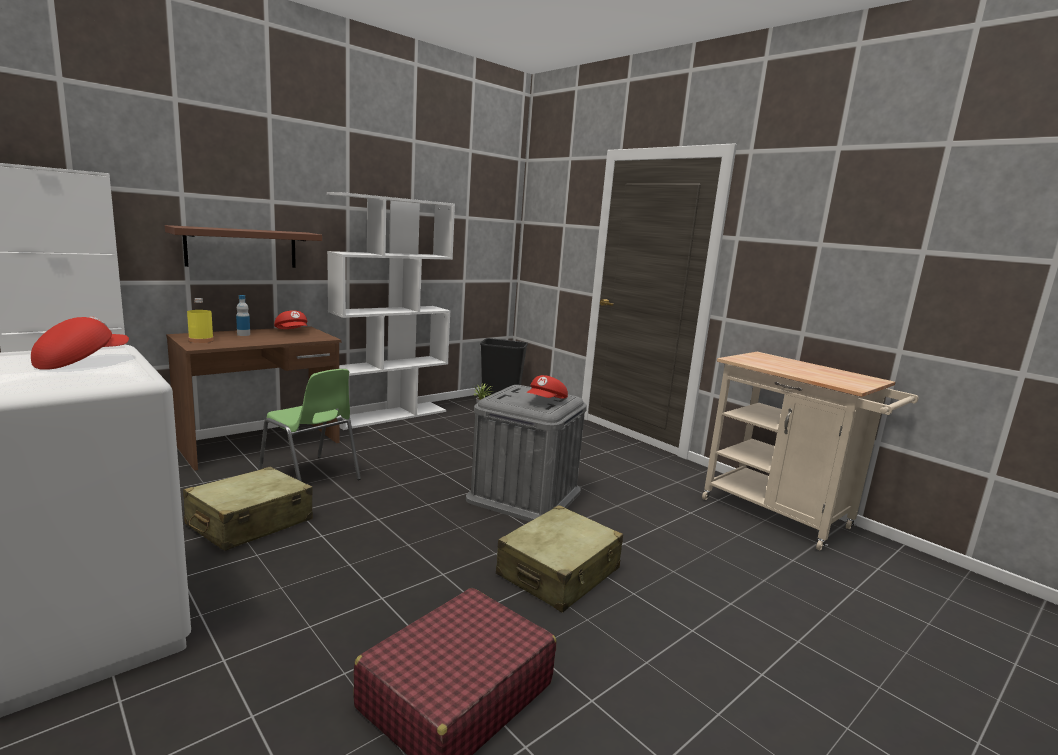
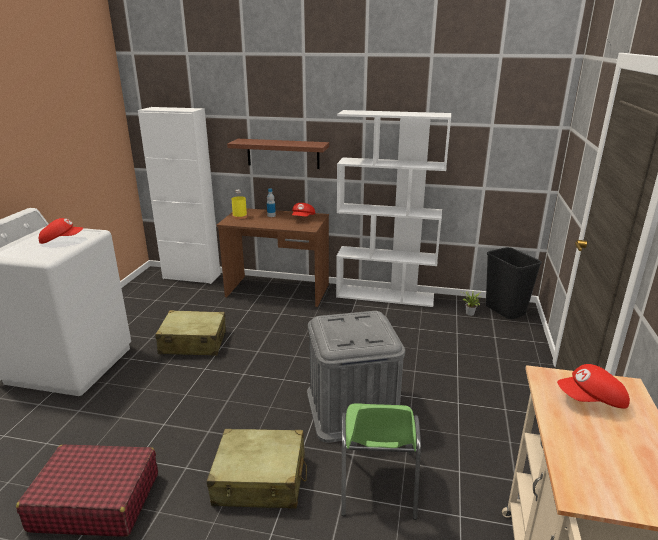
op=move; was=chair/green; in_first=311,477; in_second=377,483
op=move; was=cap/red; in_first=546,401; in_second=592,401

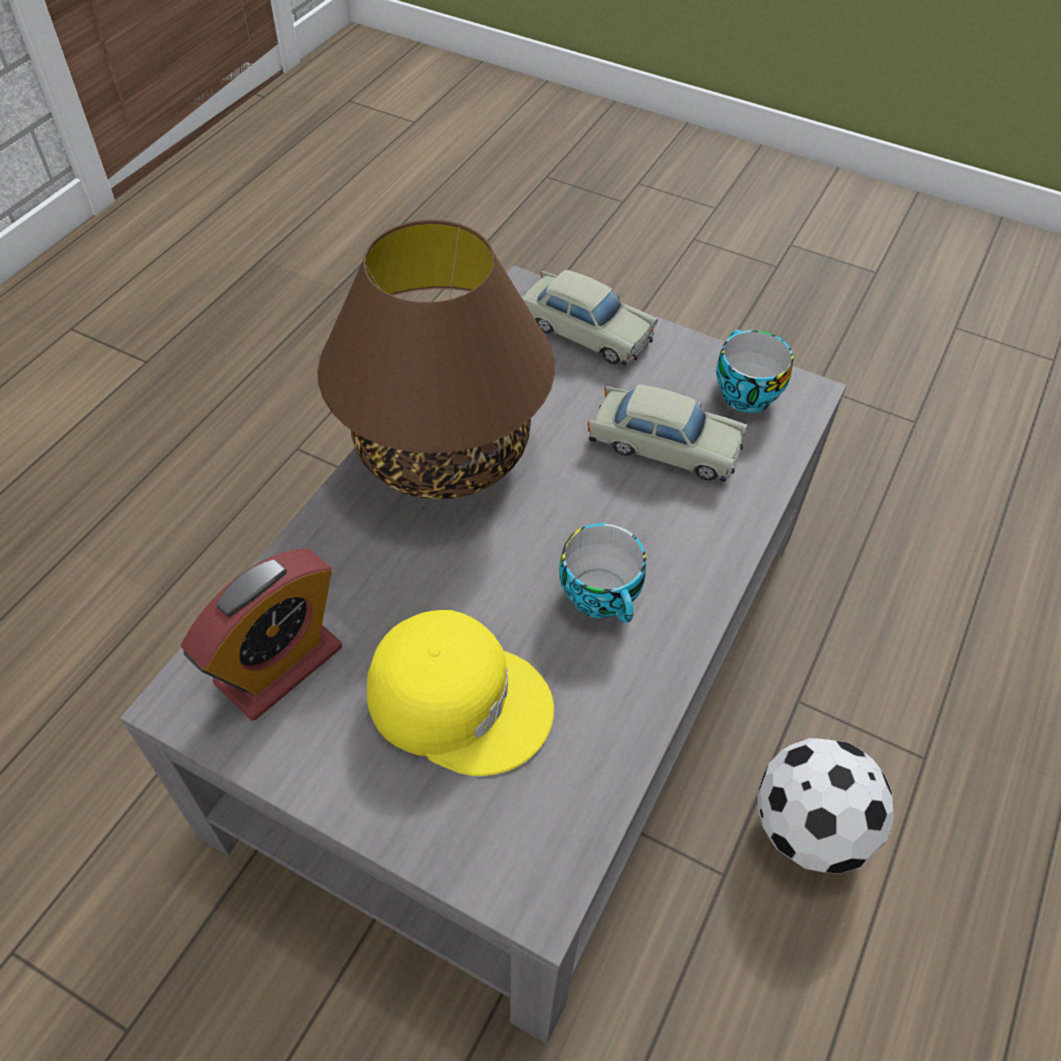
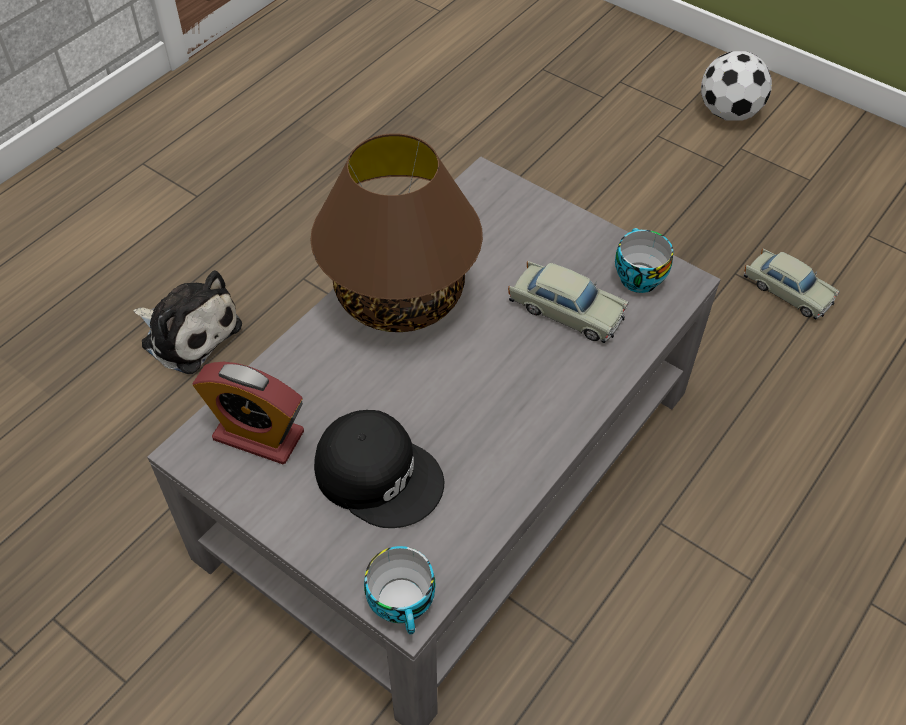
op=insert; now=plush toy; in_second=188,332
op=move; was=toy car/beige; in_first=584,330; in_second=787,291
op=move; was=cup; in_first=603,597; in_second=404,604
op=move; was=football; in_first=810,827; in_second=729,112
op=recolor; was=cap/yellow; now=cap/black; in_first=460,698; in_second=379,474
op=rotate; was=alarm clock; in_first=279,665; in_second=258,435; clockwise=60

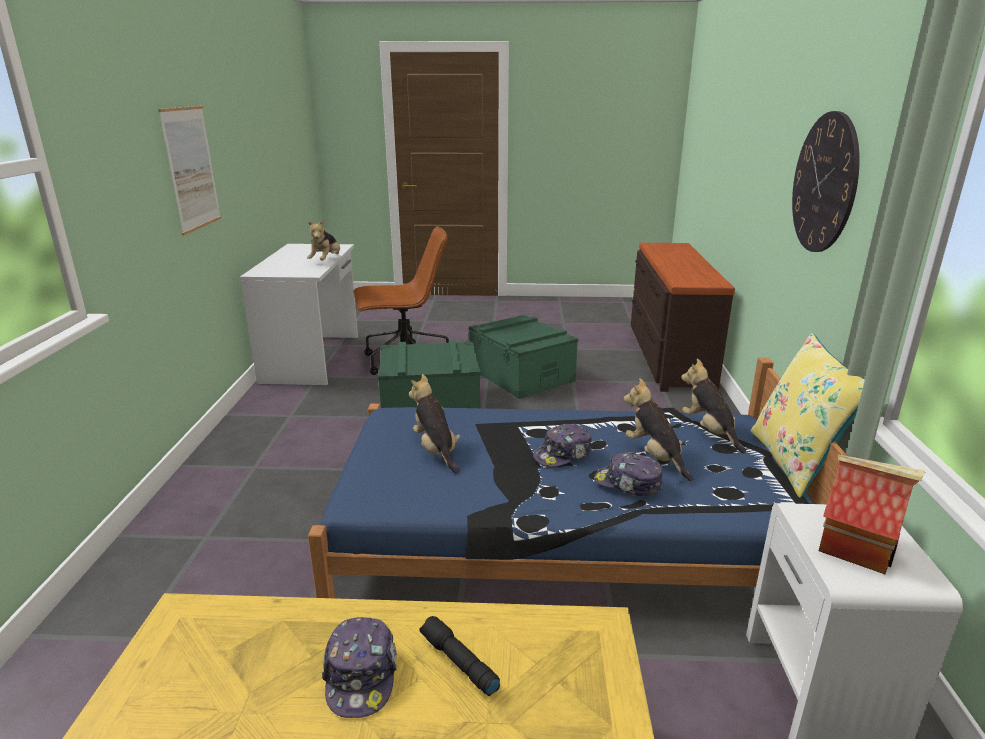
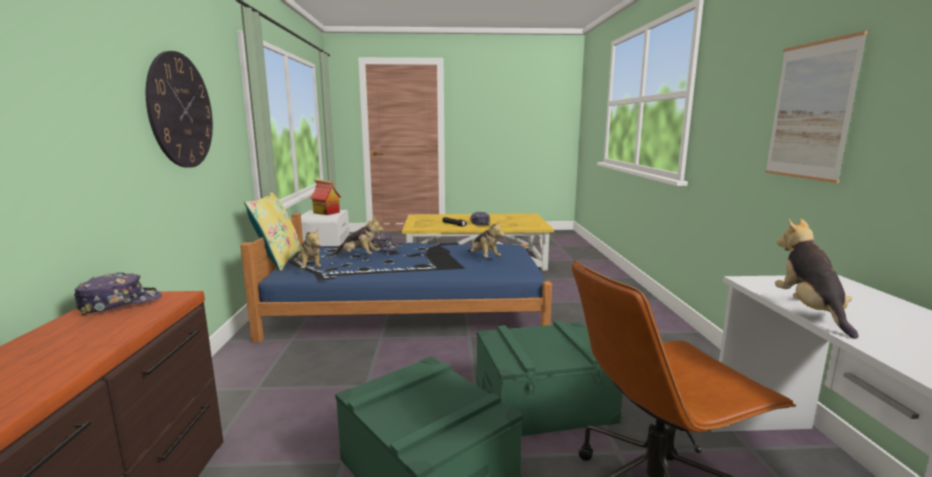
op=move; was=cap; in_first=563,454; in_second=120,303
op=rotate; was=plush toy; in_first=655,457; in_second=359,256; clockwise=-45

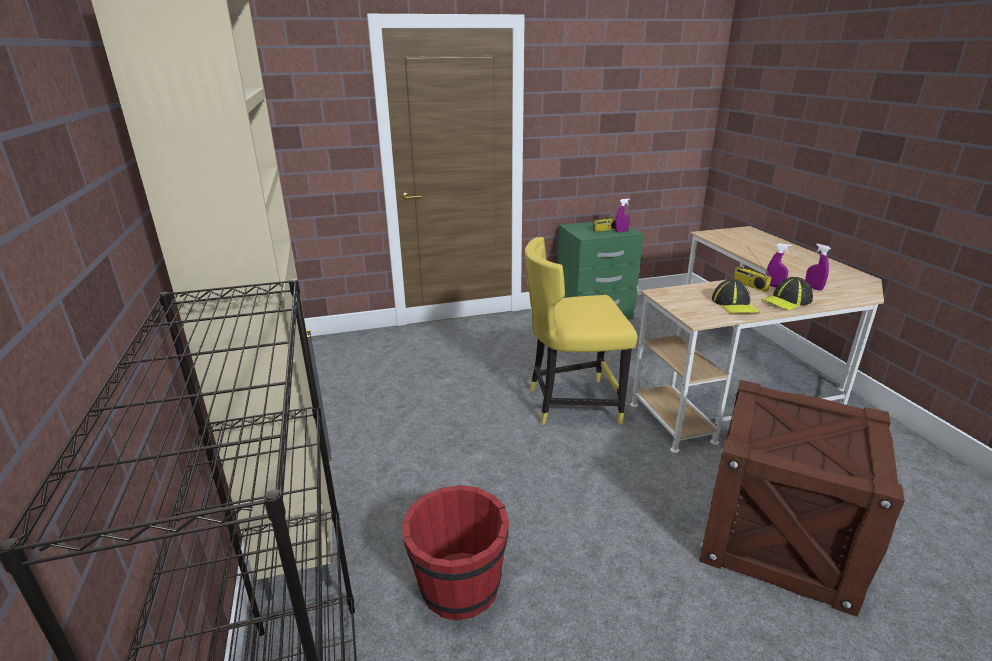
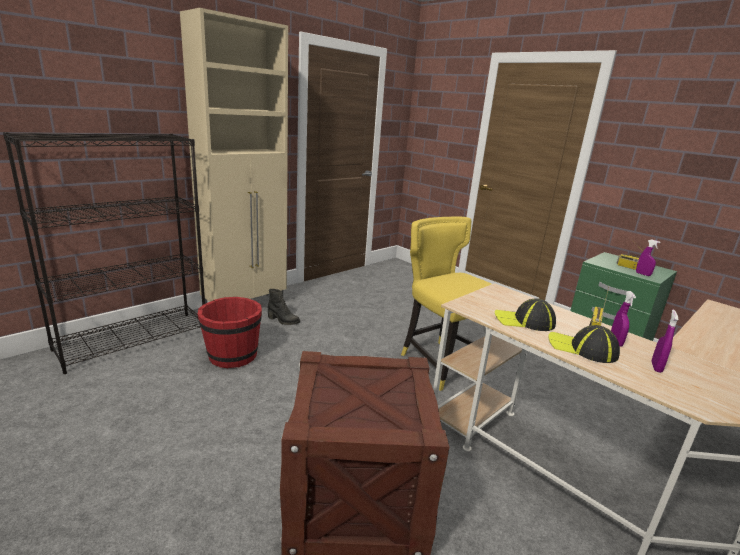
op=insert; now=boot/black; in_second=283,321
op=rotate; was=cap; in_first=734,304; in_second=524,321; clockwise=45

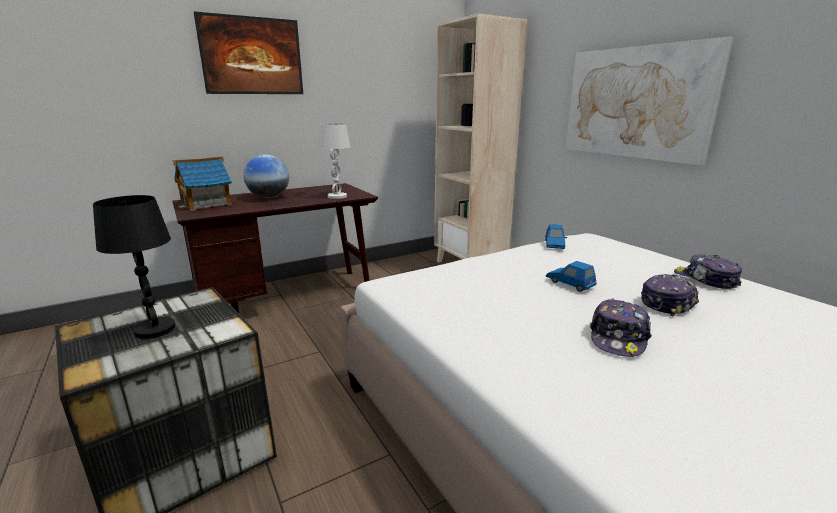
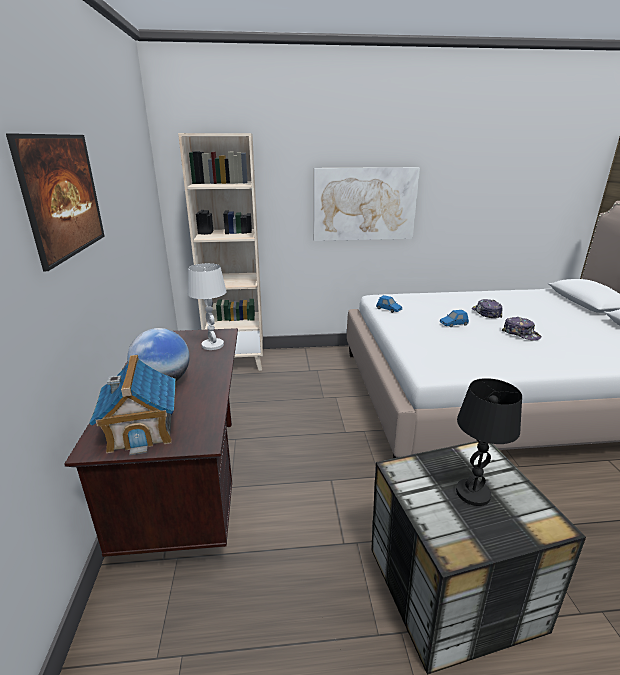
op=delete; was=cap; in_first=705,280

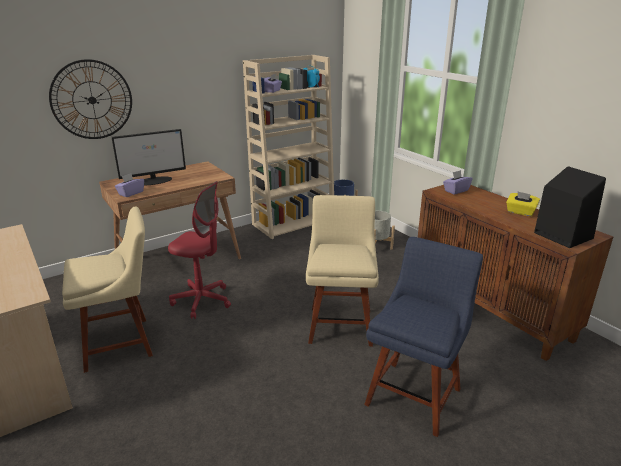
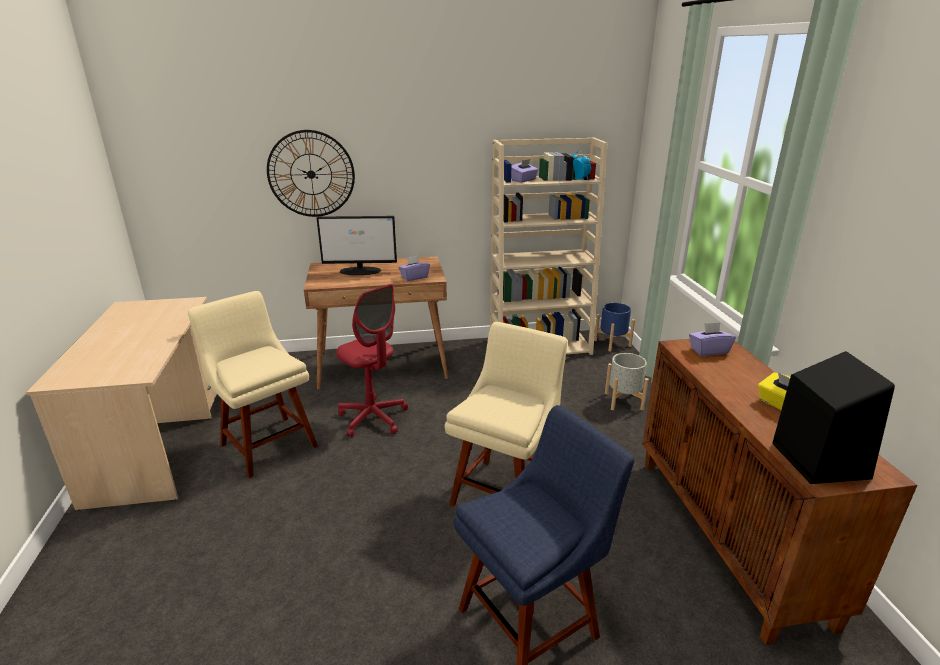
op=move; was=tissue box/purple; in_first=131,193; in_second=414,277
op=rotate; was=chair/beige; in_first=122,342; in_second=266,443; clockwise=-135

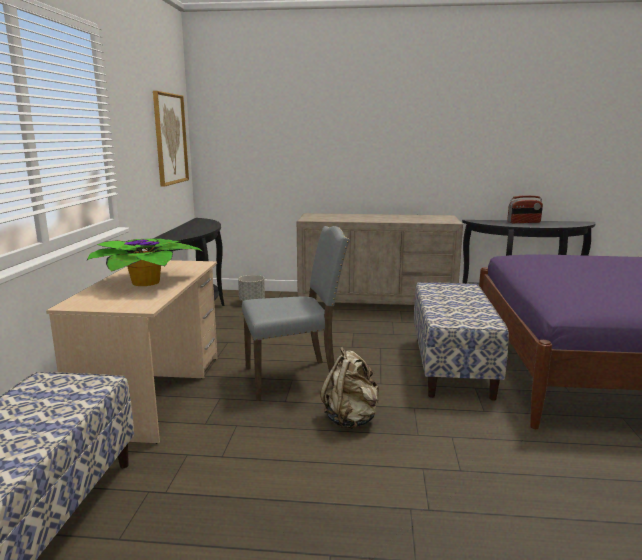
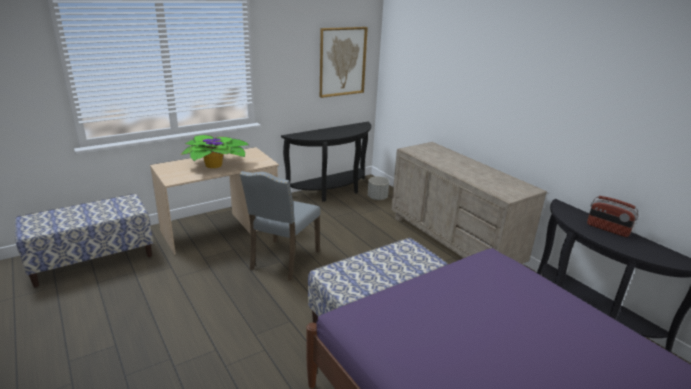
op=delete; was=backpack/beige; in_first=351,419
op=rotate; was=chair/grey; in_first=293,378; in_second=283,260; clockwise=75

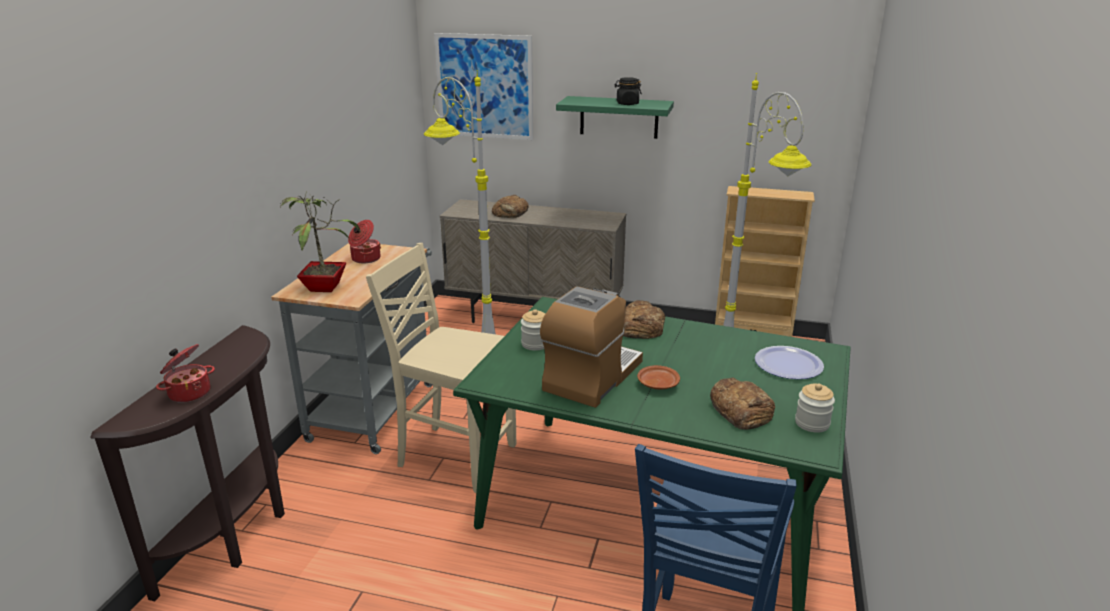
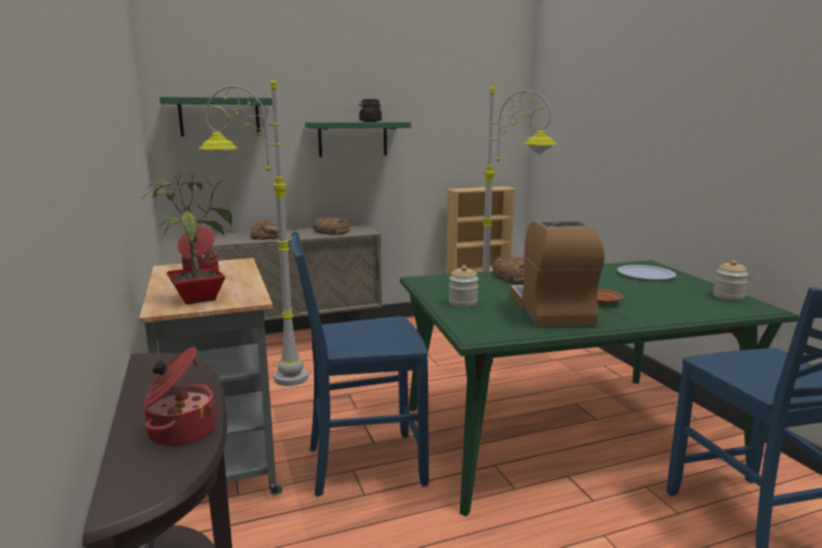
op=move; was=bread; in_first=741,410; in_second=331,231
op=replace; was=picture; now=shelf/green; in_first=484,87; in_second=219,117
op=recolor; was=chair/beige; now=chair/blue; in_first=455,456; in_second=362,464

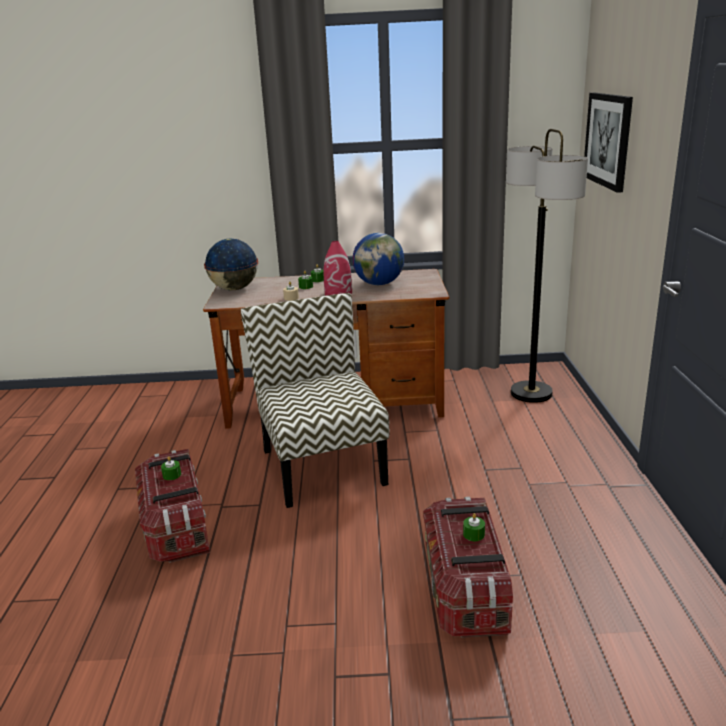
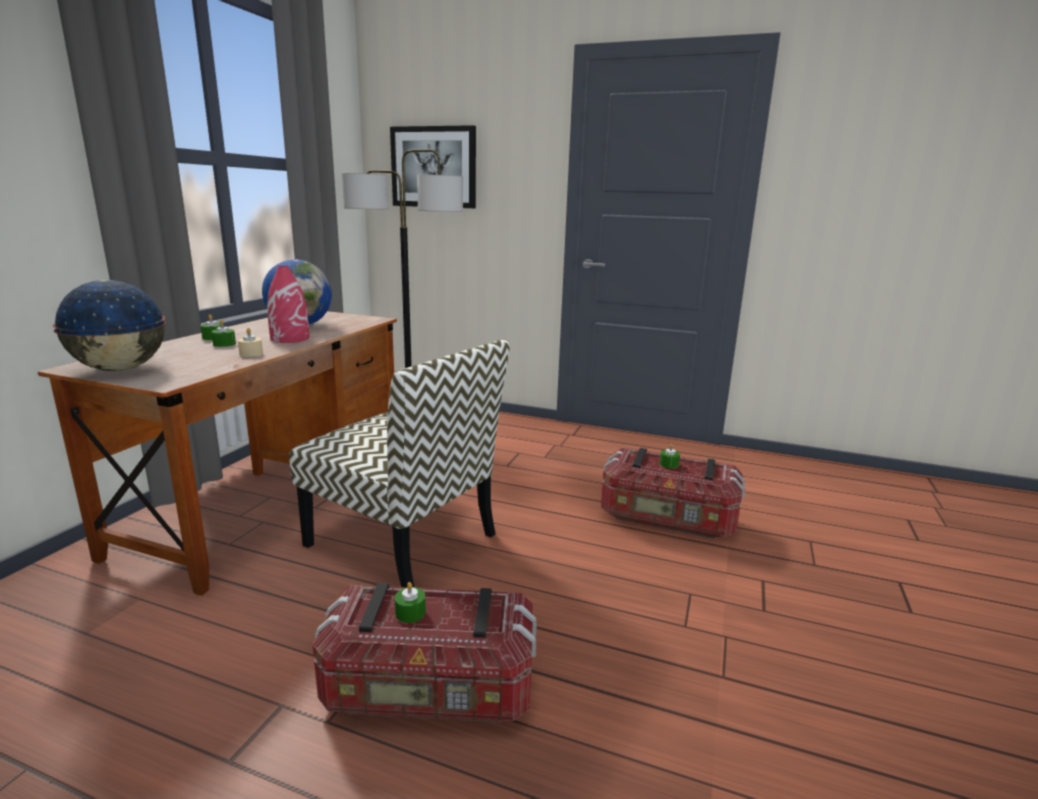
op=rotate; was=chair; in_first=321,465; in_second=404,540; clockwise=-150

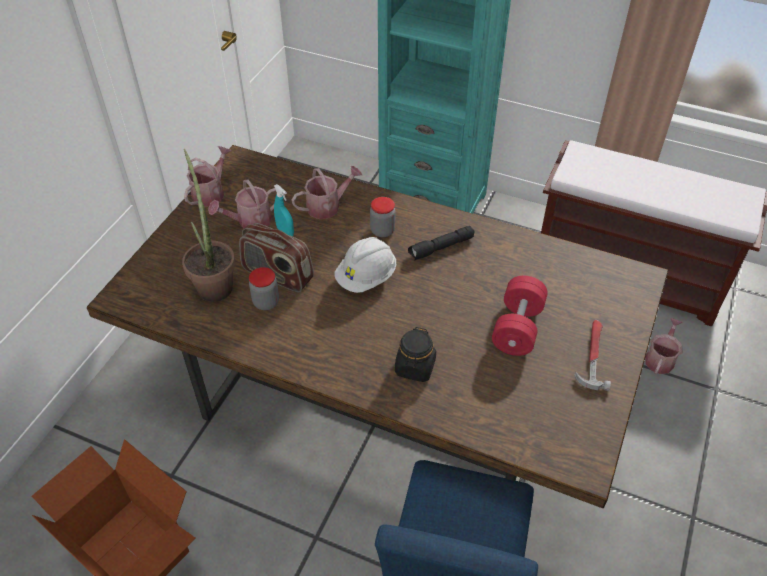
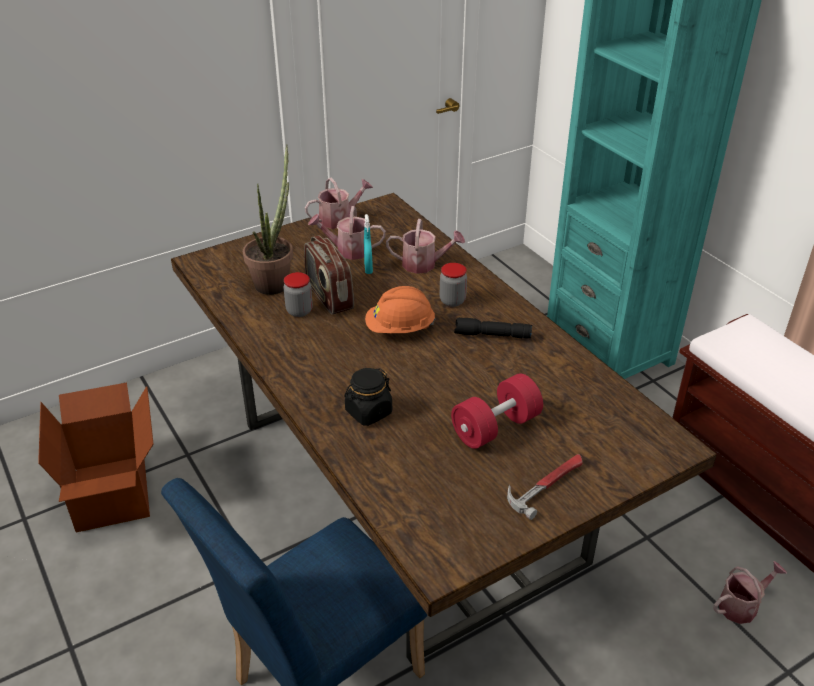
op=recolor; was=hard hat/white; now=hard hat/orange; in_first=366,278; in_second=400,329

